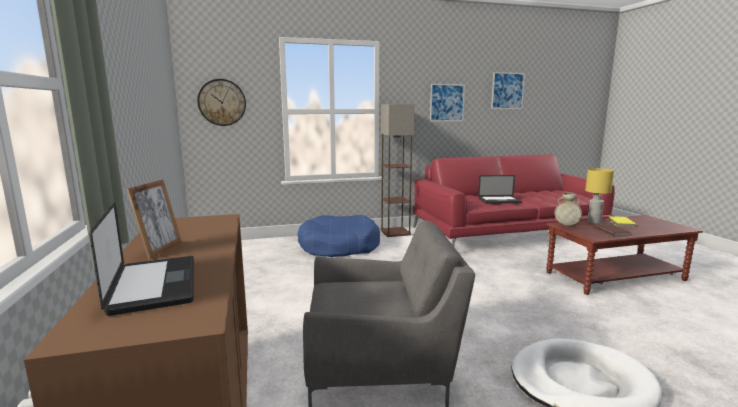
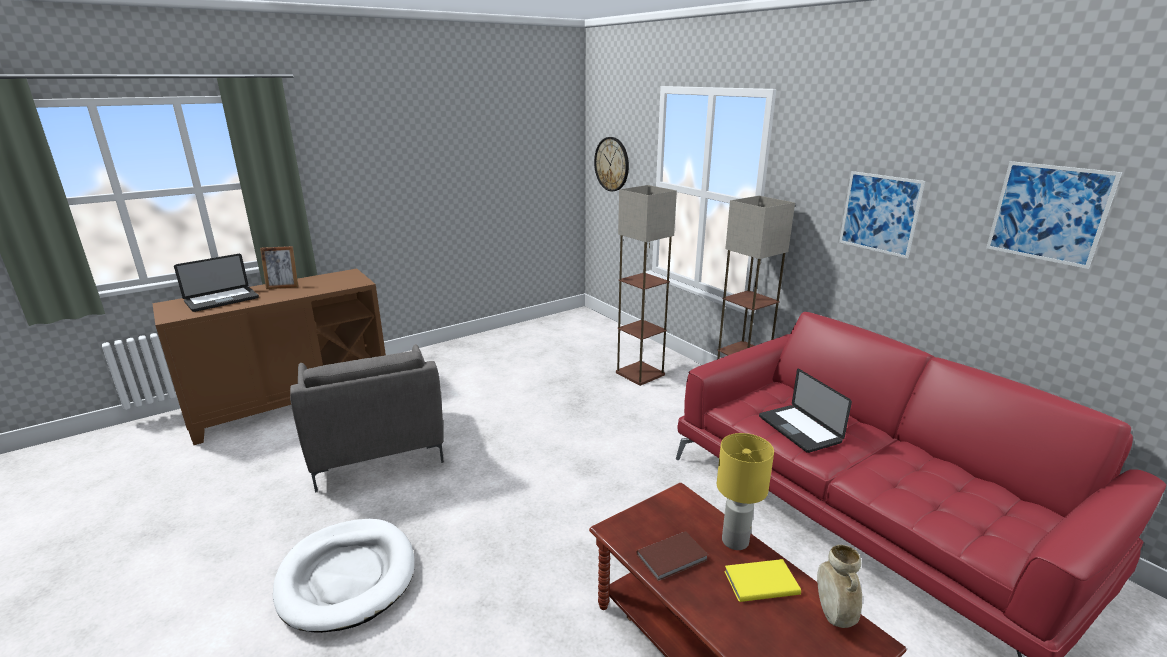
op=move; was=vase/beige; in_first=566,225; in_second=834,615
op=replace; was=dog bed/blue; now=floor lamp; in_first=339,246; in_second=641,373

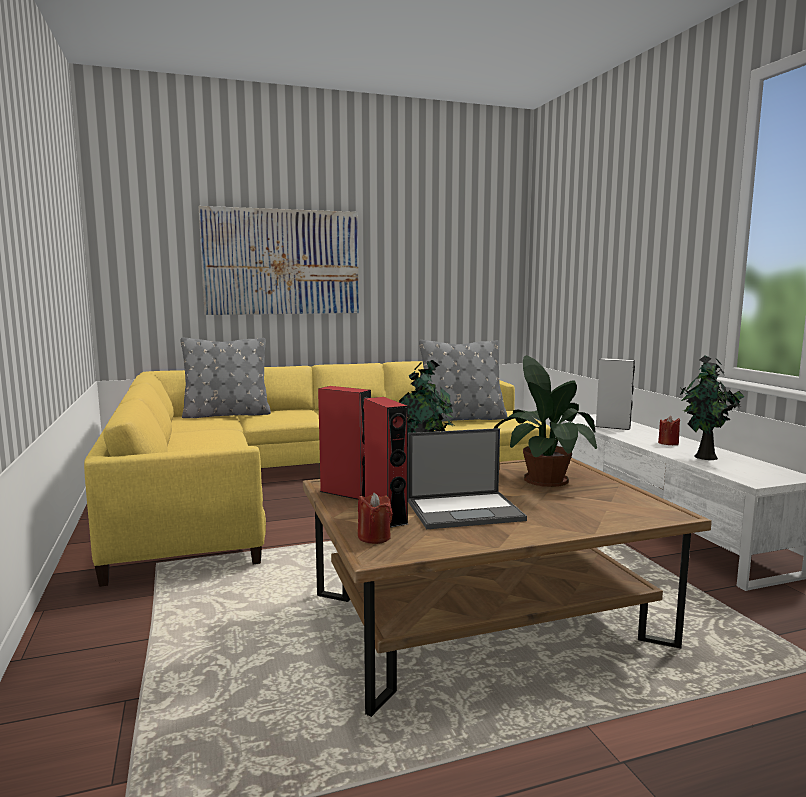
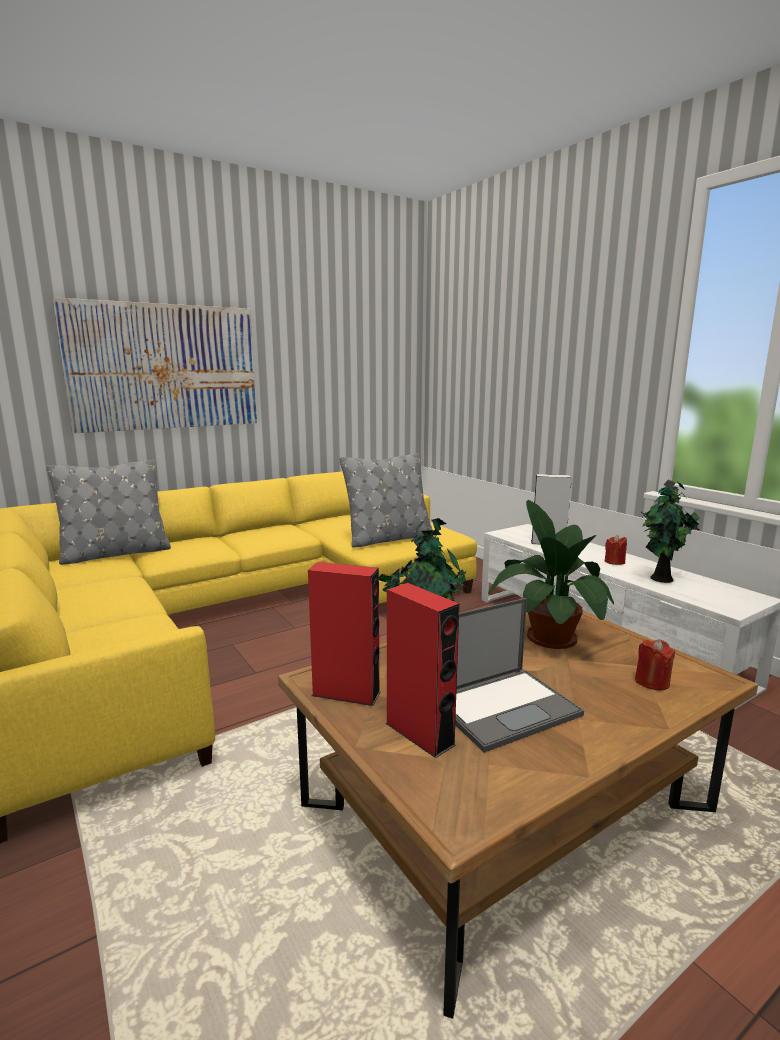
op=move; was=candle/red; in_first=374,537; in_second=652,682

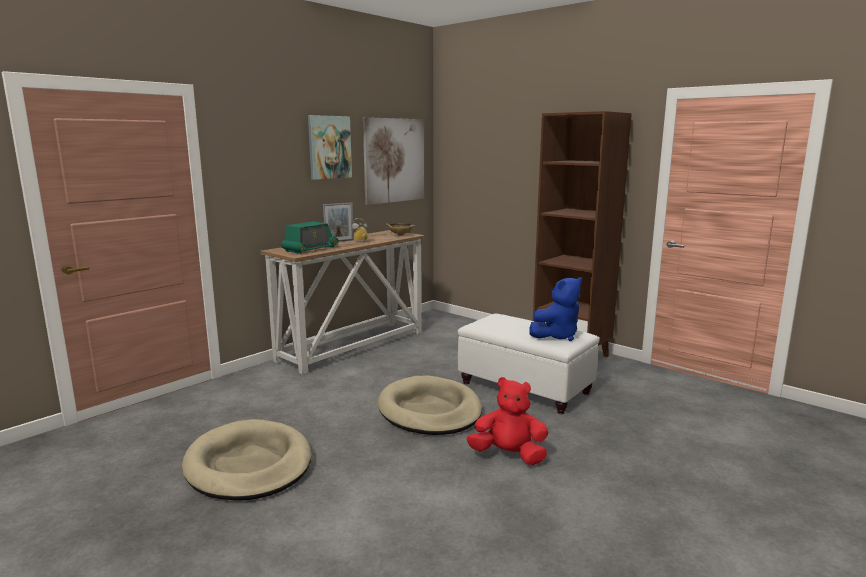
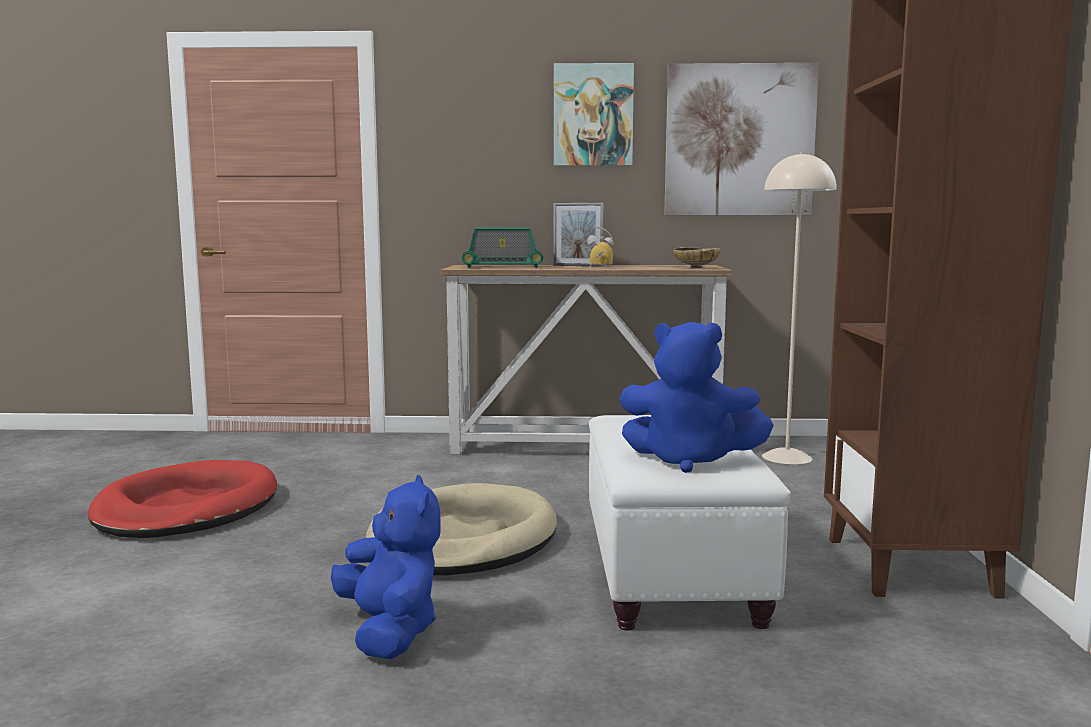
op=insert; now=floor lamp/beige; in_second=787,457
op=recolor; was=dog bed/beige; now=dog bed/red; in_first=249,465; in_second=187,508
op=recolor; was=plush toy/red; now=plush toy/blue; in_first=509,455; in_second=390,631

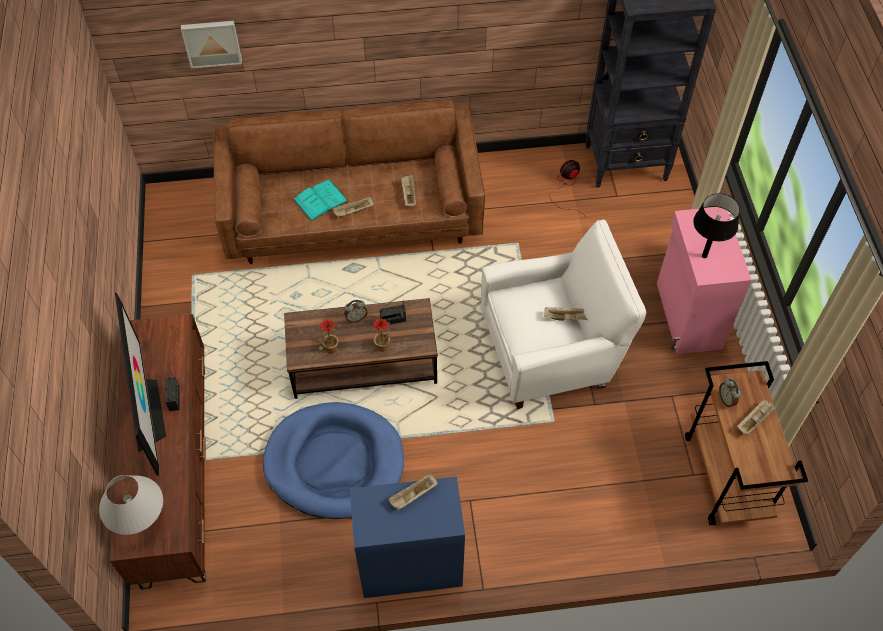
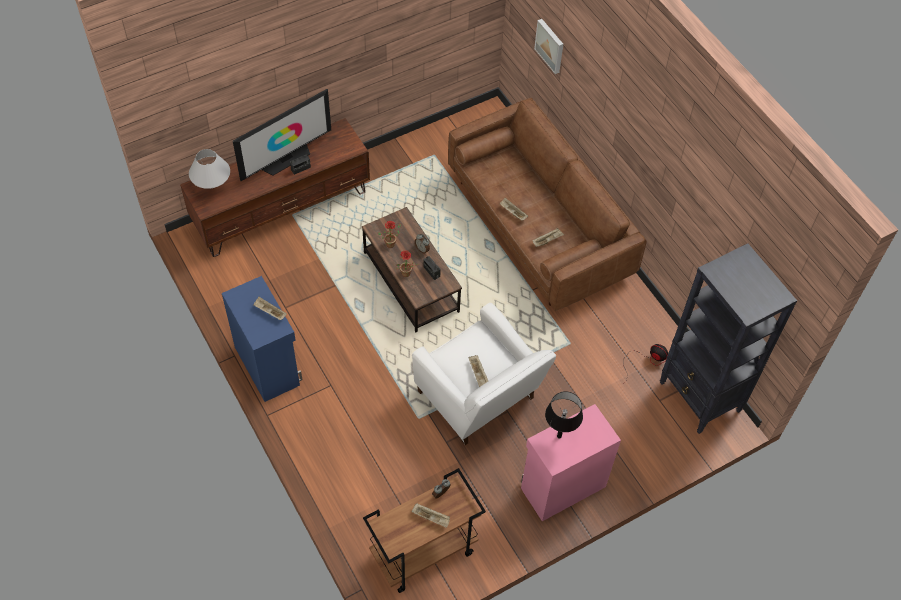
op=delete; was=dog bed/blue; in_first=334,462
op=delete; was=book/turquoise; in_first=320,200

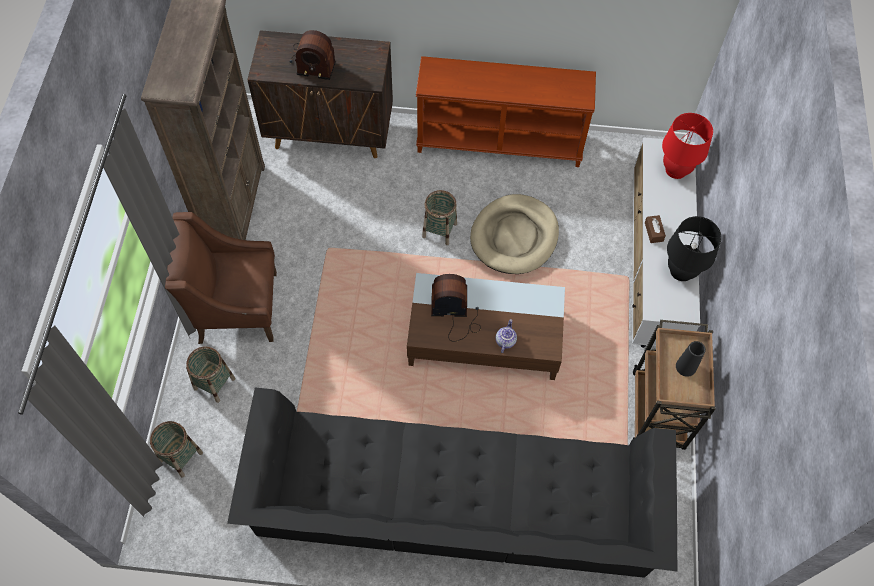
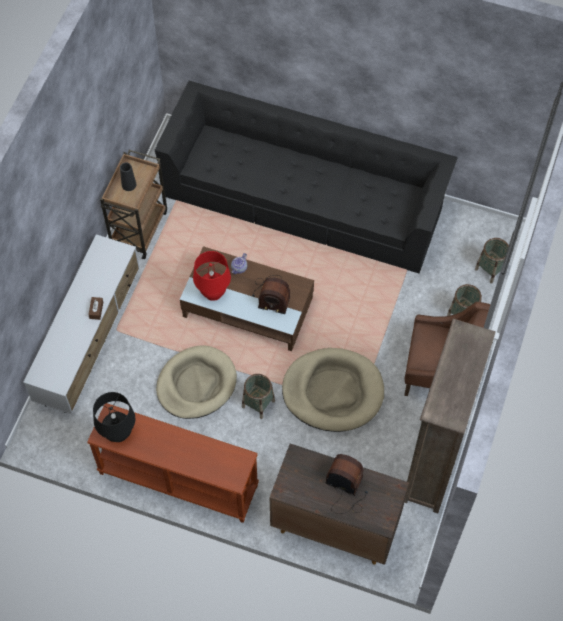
op=insert; now=dog bed/beige; in_second=333,391
op=move; was=table lamp/red; in_first=676,169; in_second=213,292
op=move; was=table lamp/black; in_first=681,271; in_second=118,432

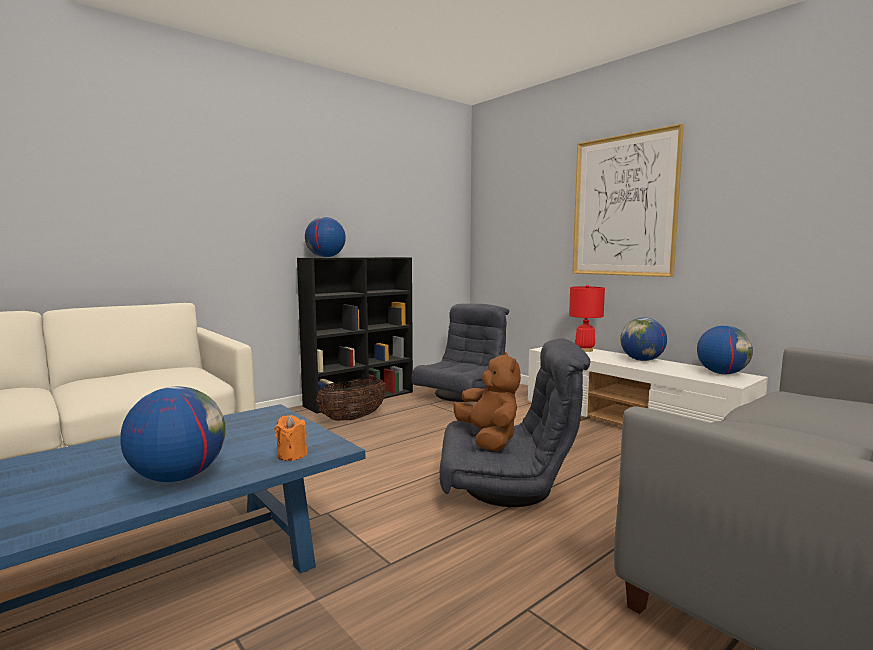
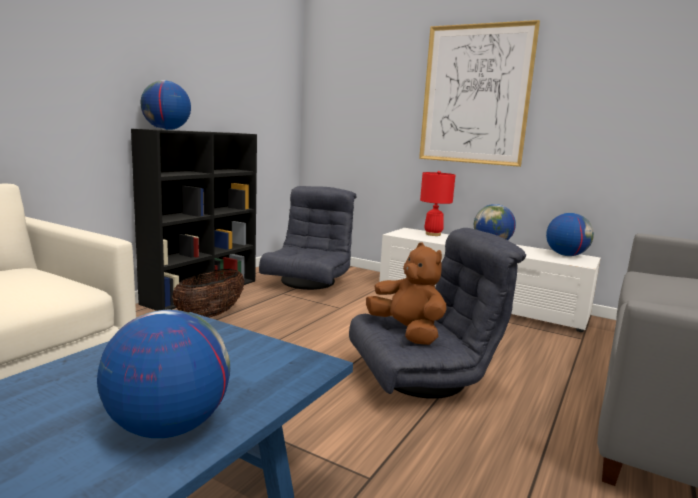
op=delete; was=candle/orange; in_first=292,455

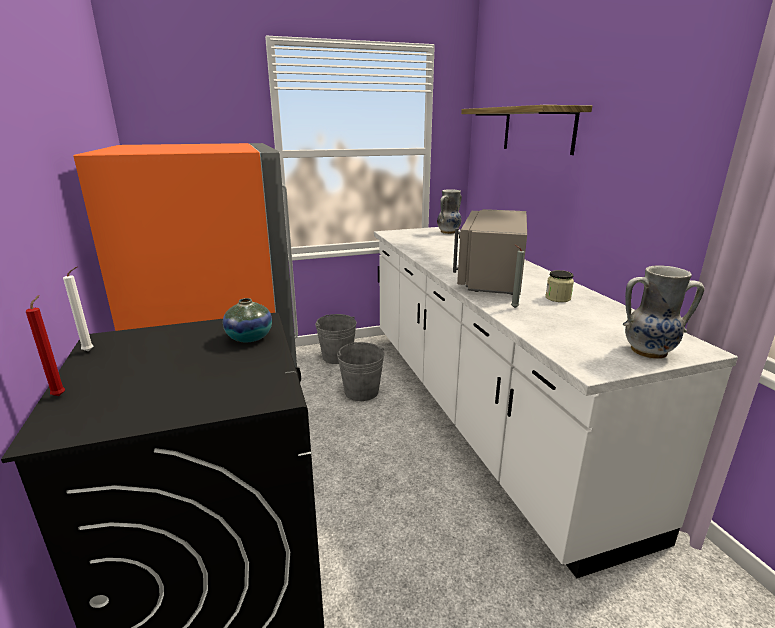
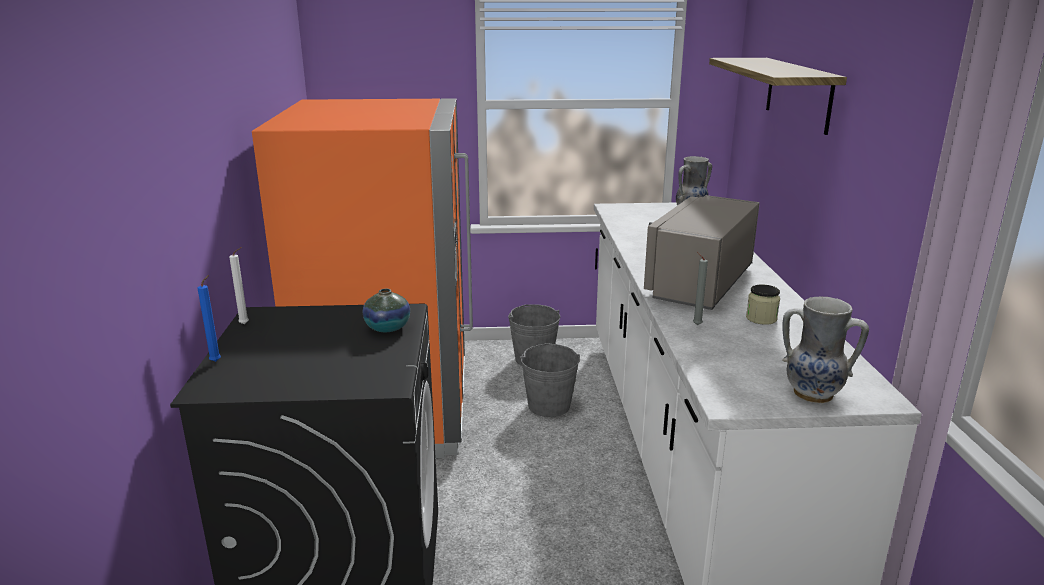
op=recolor; was=candle/red; now=candle/blue; in_first=61,395; in_second=217,361

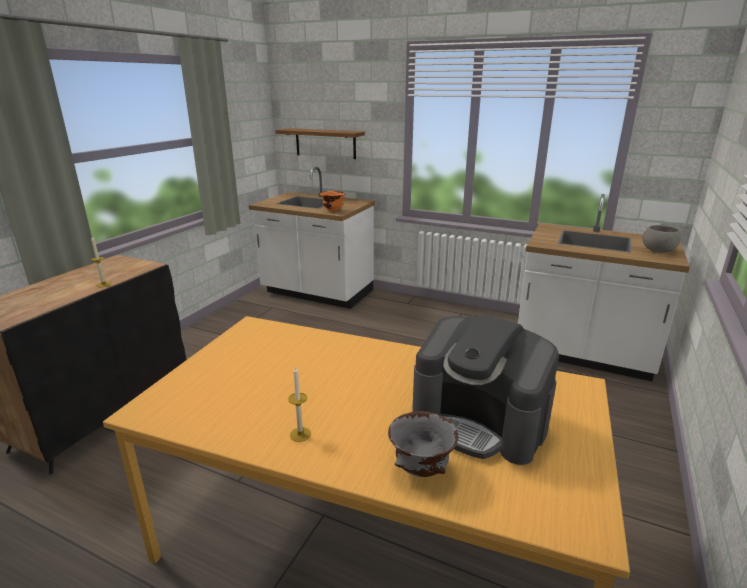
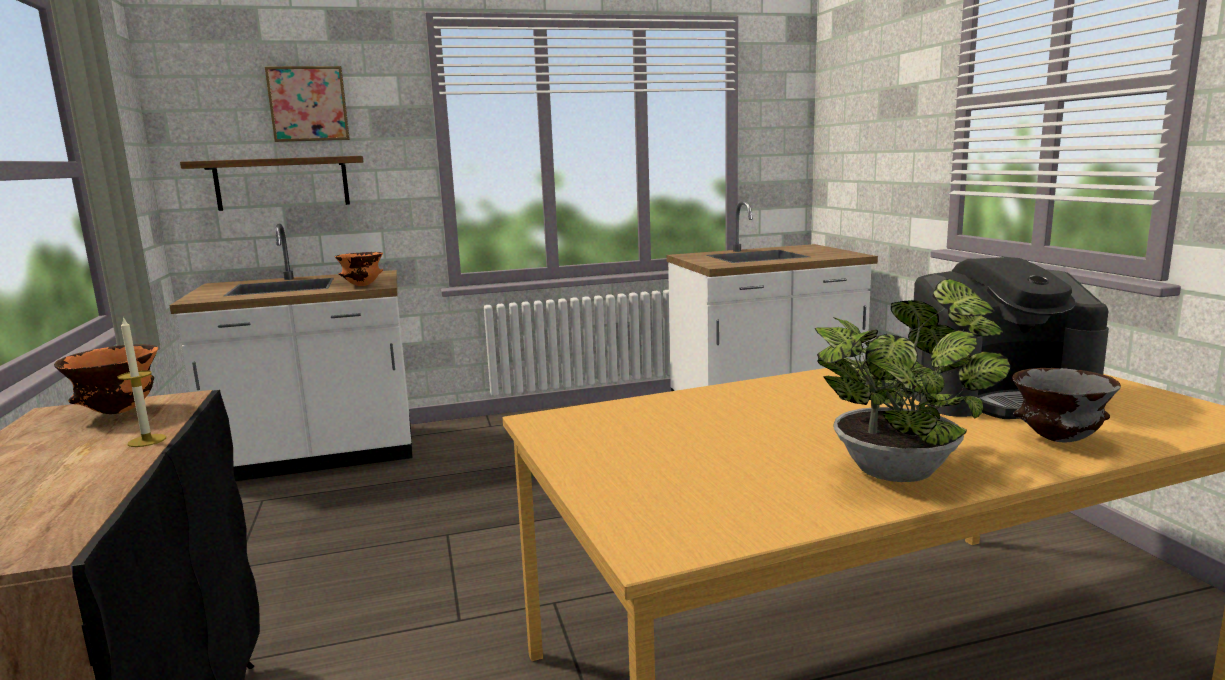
op=delete; was=bowl/grey; in_first=657,251
op=insert; now=bowl/orange; in_second=118,413
op=insert; now=picture; in_second=308,104
op=replace; was=candle; now=potted plant; in_first=300,434; in_second=901,469

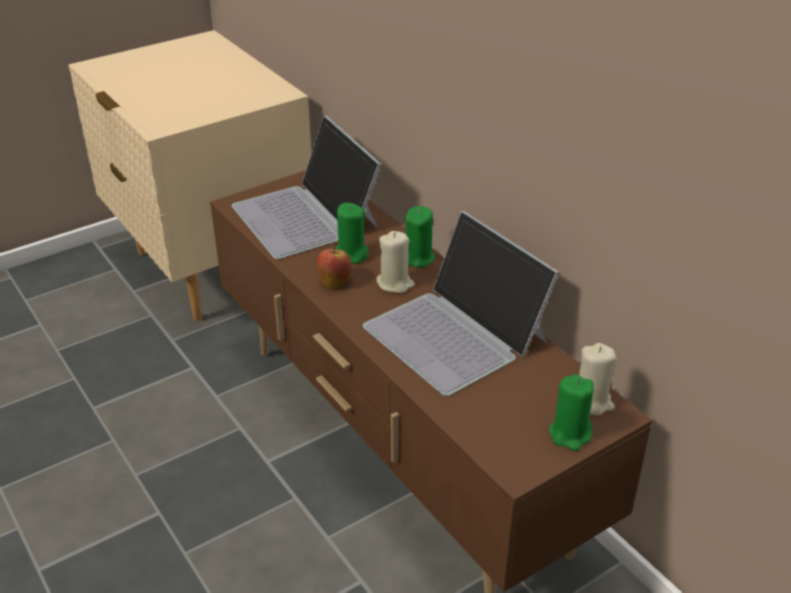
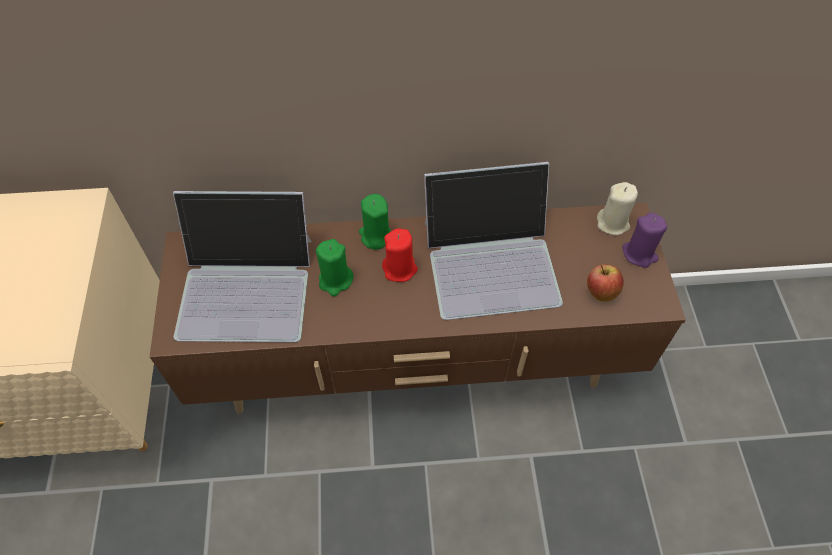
op=move; was=apple; in_first=334,281; in_second=600,292
op=recolor; was=candle/beige; now=candle/red; in_first=395,283; in_second=400,269
op=recolor; was=candle/green; now=candle/purple; in_first=570,434; in_second=639,254

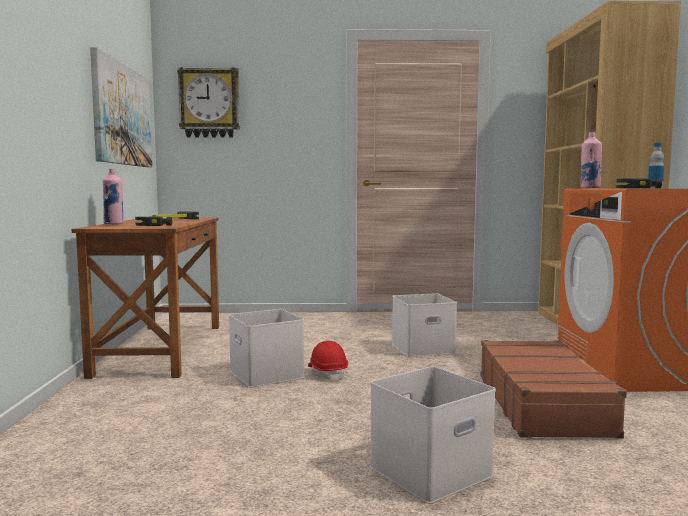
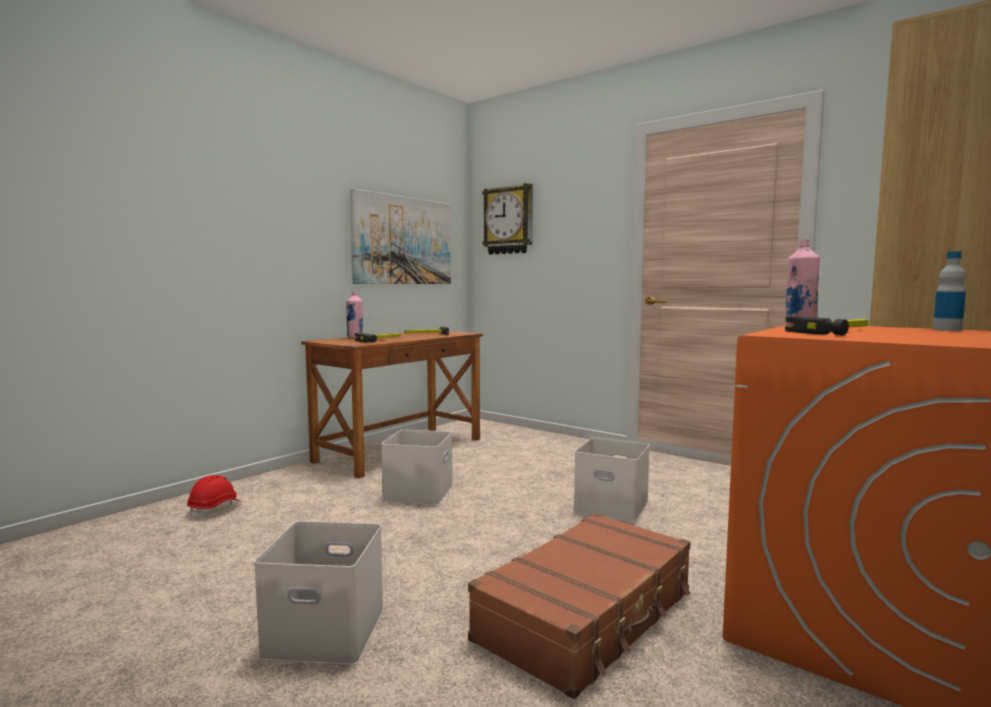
op=move; was=hard hat/red; in_first=327,373; in_second=215,509

